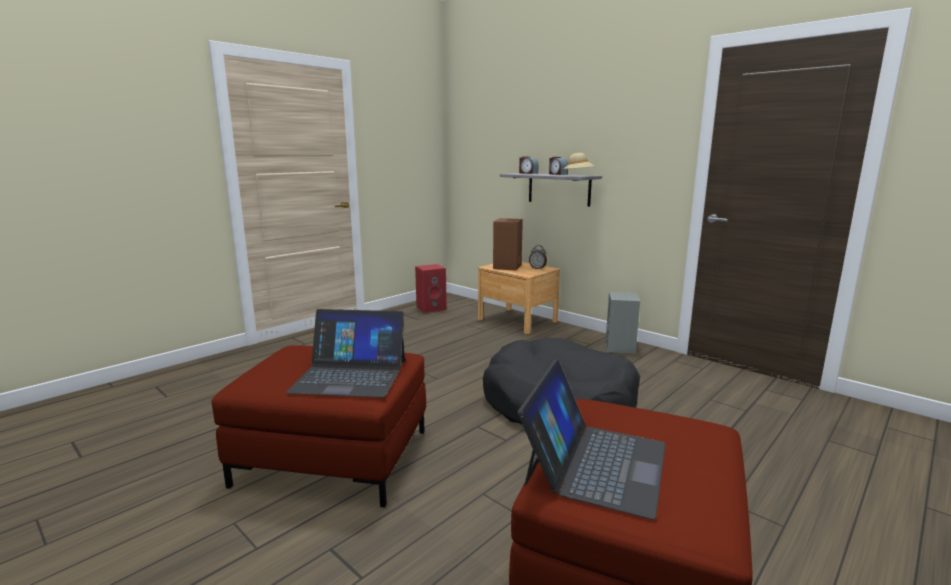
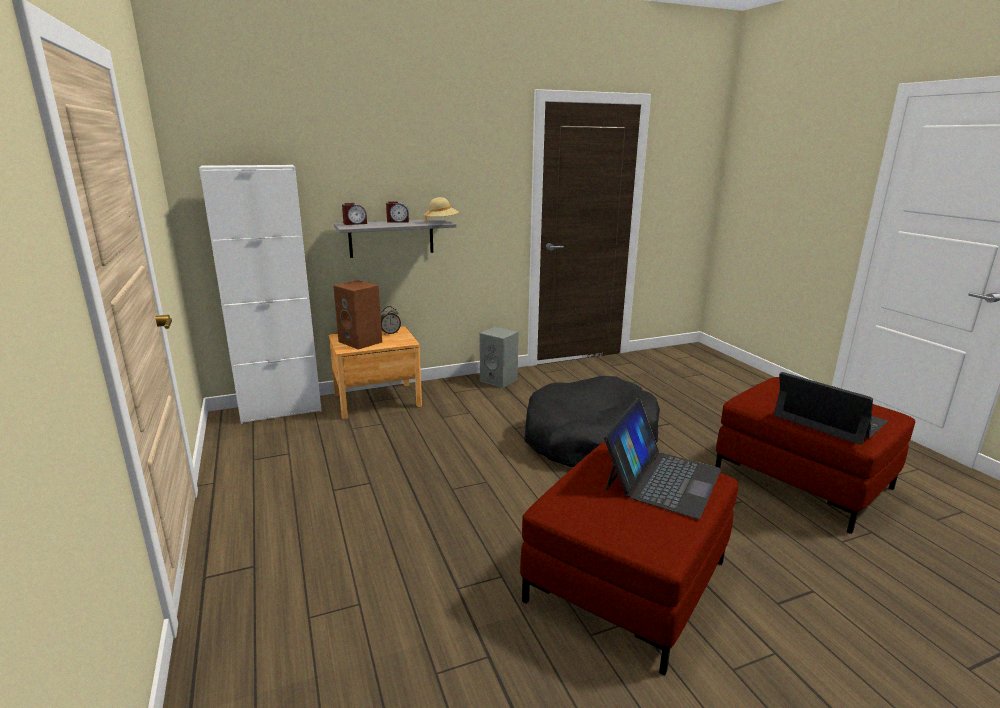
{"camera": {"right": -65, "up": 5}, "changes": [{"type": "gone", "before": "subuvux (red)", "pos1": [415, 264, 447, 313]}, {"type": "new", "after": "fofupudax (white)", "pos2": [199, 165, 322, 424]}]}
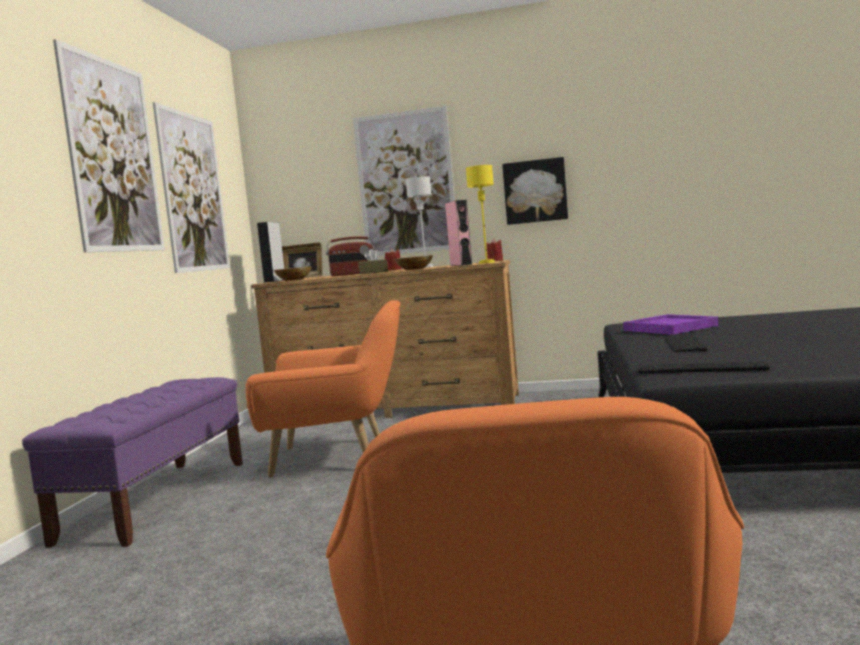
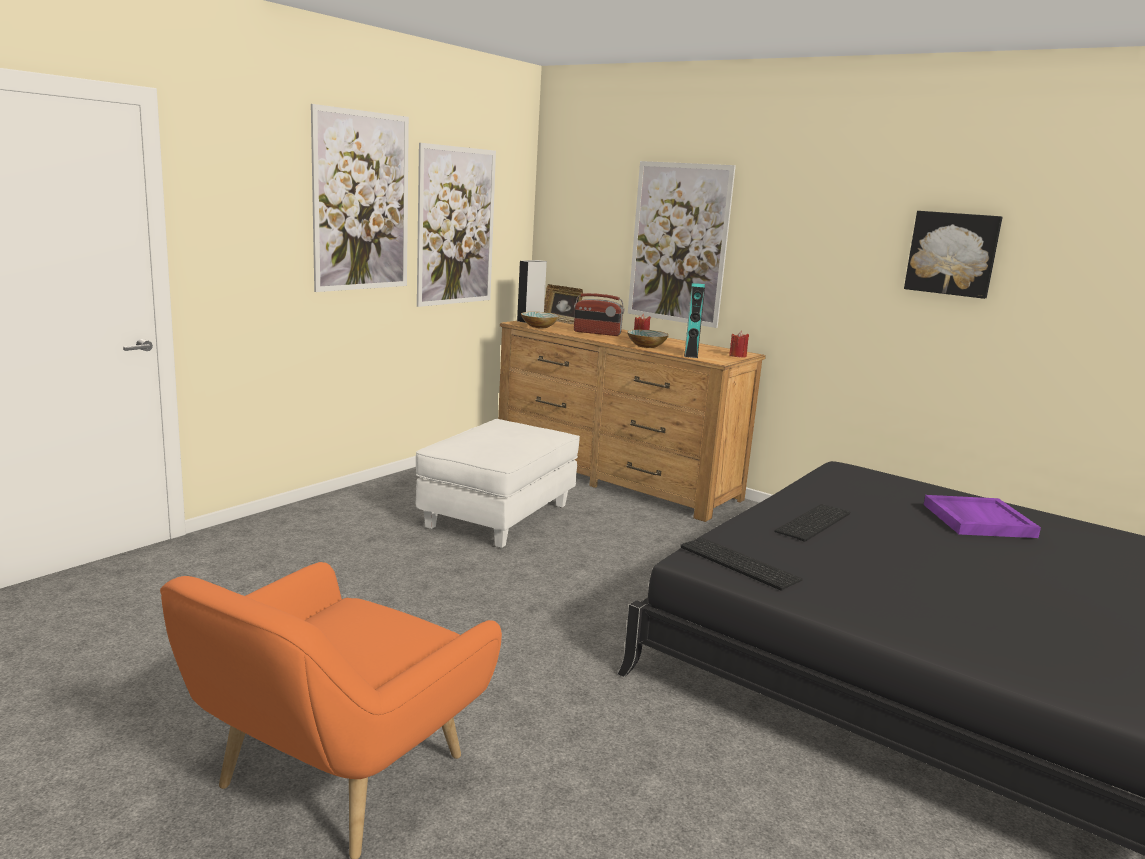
{"camera": {"right": 25, "up": 10}, "changes": [{"type": "gone", "before": "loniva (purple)", "pos1": [22, 377, 243, 548]}, {"type": "swapped", "before": "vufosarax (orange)", "after": "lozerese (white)", "pos1": [246, 300, 400, 477], "pos2": [416, 419, 580, 548]}, {"type": "gone", "before": "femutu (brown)", "pos1": [358, 249, 388, 275]}, {"type": "gone", "before": "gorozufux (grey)", "pos1": [406, 176, 434, 268]}, {"type": "repainted", "before": "subuvux (pink)", "after": "subuvux (turquoise)", "pos1": [445, 200, 473, 266], "pos2": [684, 283, 705, 358]}, {"type": "gone", "before": "gorozufux (yellow)", "pos1": [466, 165, 495, 264]}, {"type": "shifted", "before": "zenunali", "pos1": [502, 157, 568, 225], "pos2": [904, 211, 1003, 299]}, {"type": "shifted", "before": "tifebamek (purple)", "pos1": [623, 314, 718, 335], "pos2": [924, 495, 1041, 538]}]}
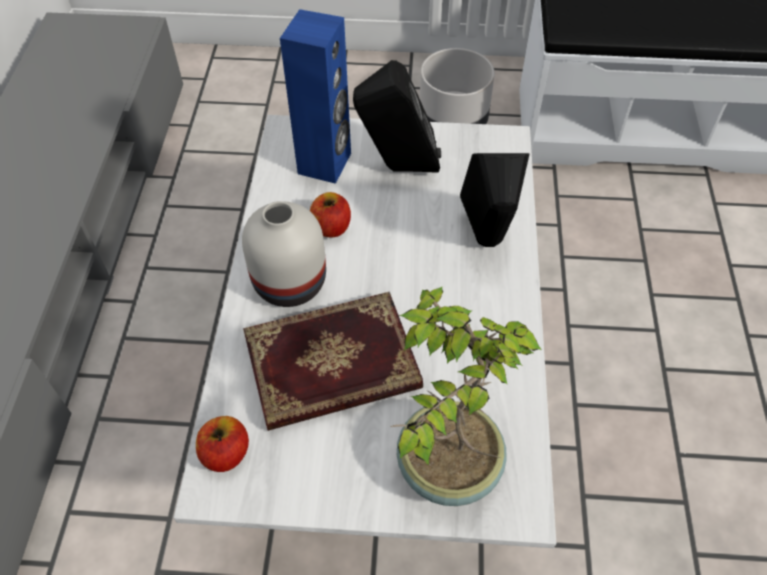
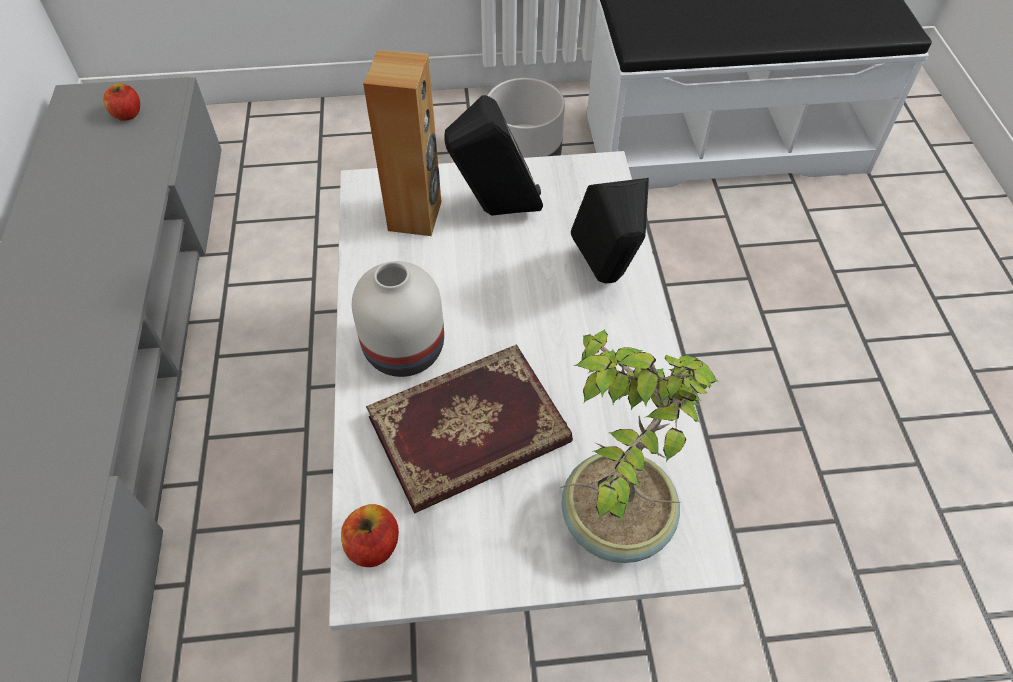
{"camera": {"right": -10, "up": 0}, "changes": [{"type": "repainted", "before": "subuvux (blue)", "after": "subuvux (brown)", "pos1": [280, 9, 351, 184], "pos2": [363, 50, 442, 236]}, {"type": "shifted", "before": "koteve", "pos1": [310, 192, 351, 238], "pos2": [103, 84, 140, 121]}]}
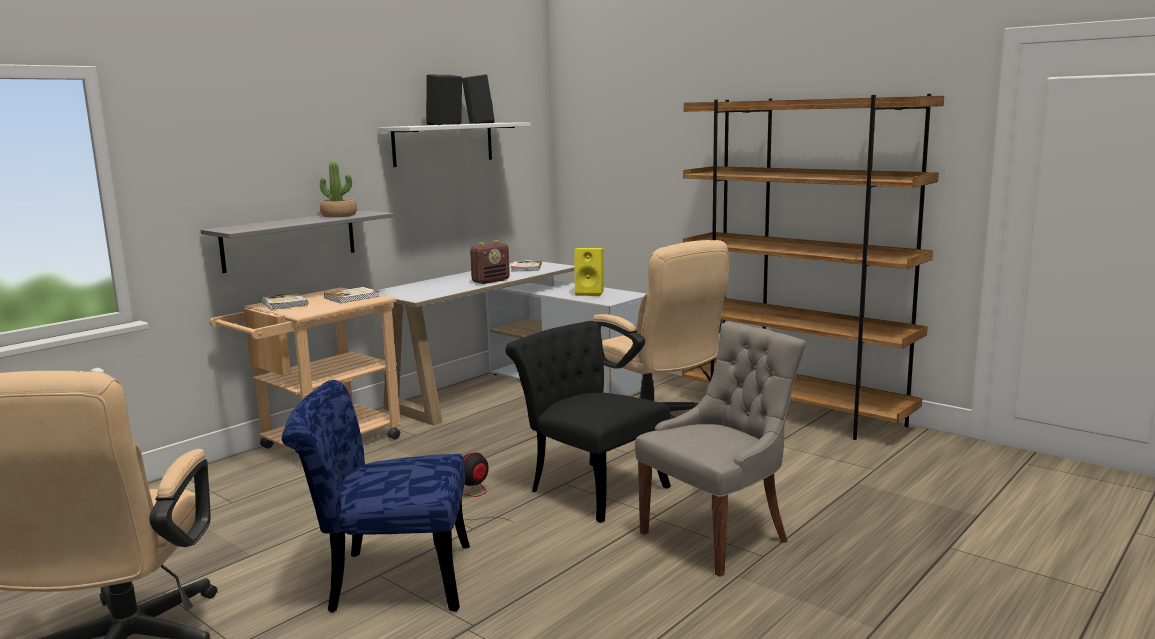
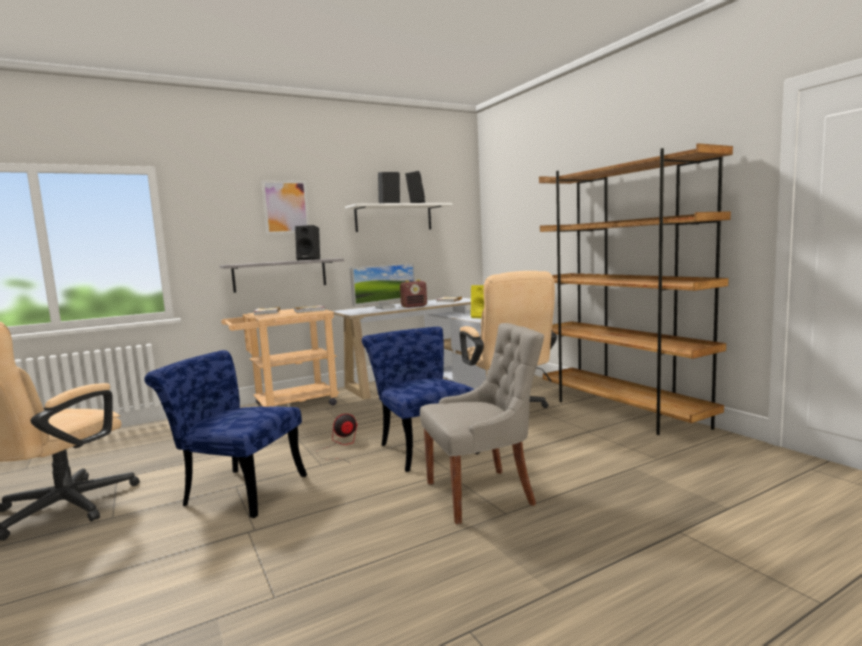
{"camera": {"right": 20, "up": -5}, "changes": [{"type": "swapped", "before": "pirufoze", "after": "subuvux (black)", "pos1": [320, 162, 357, 217], "pos2": [295, 225, 320, 261]}, {"type": "repainted", "before": "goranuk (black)", "after": "goranuk (blue)", "pos1": [505, 321, 671, 523], "pos2": [362, 327, 480, 472]}, {"type": "new", "after": "zenunali", "pos2": [262, 180, 309, 234]}, {"type": "new", "after": "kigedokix", "pos2": [349, 263, 415, 309]}]}
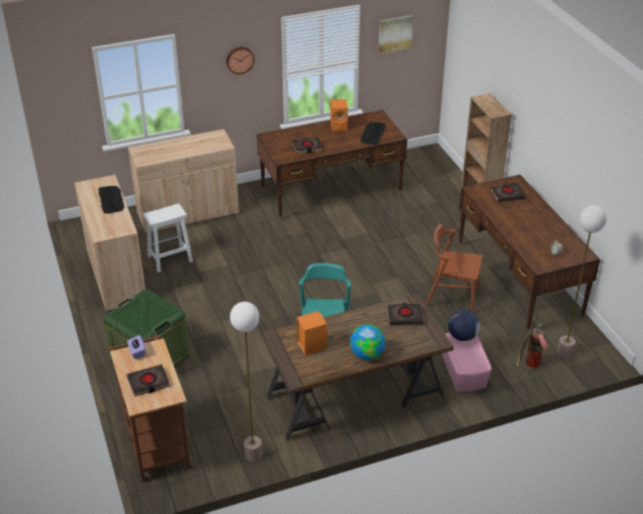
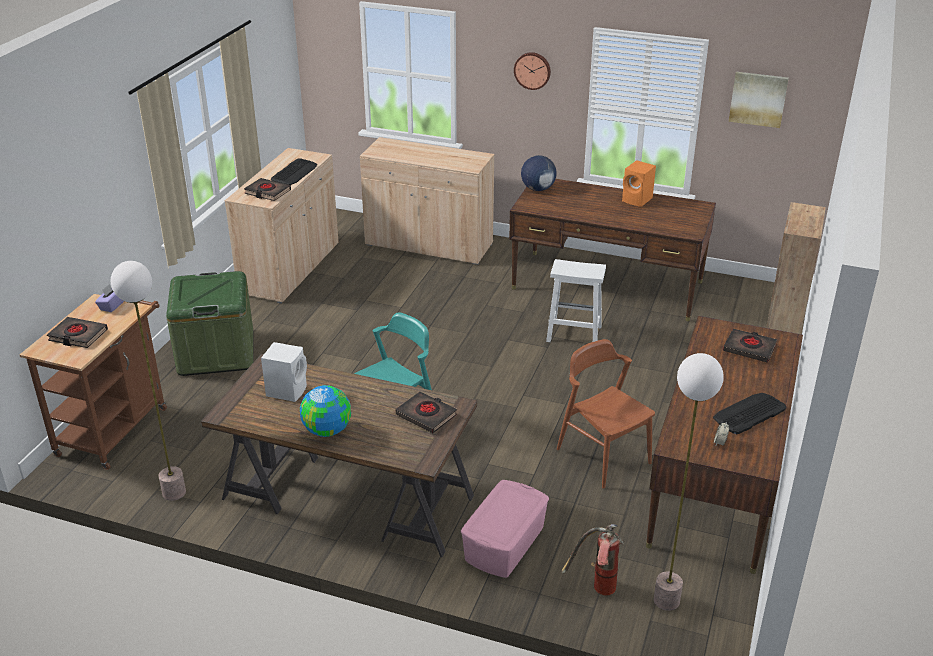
{"camera": {"right": 40, "up": -5}, "changes": [{"type": "shifted", "before": "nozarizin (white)", "pos1": [143, 203, 193, 272], "pos2": [546, 259, 606, 342]}, {"type": "shifted", "before": "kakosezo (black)", "pos1": [292, 137, 323, 154], "pos2": [244, 178, 291, 201]}, {"type": "repainted", "before": "subuvux (orange)", "after": "subuvux (white)", "pos1": [297, 311, 328, 355], "pos2": [261, 342, 307, 402]}, {"type": "shifted", "before": "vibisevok", "pos1": [361, 122, 386, 145], "pos2": [713, 393, 787, 434]}, {"type": "shifted", "before": "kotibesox", "pos1": [448, 310, 480, 341], "pos2": [521, 155, 556, 191]}]}
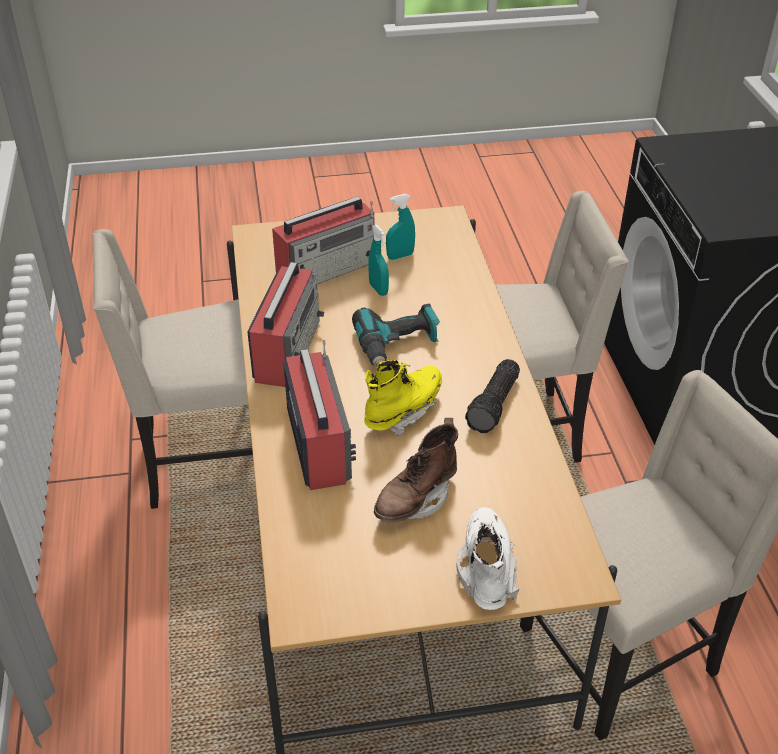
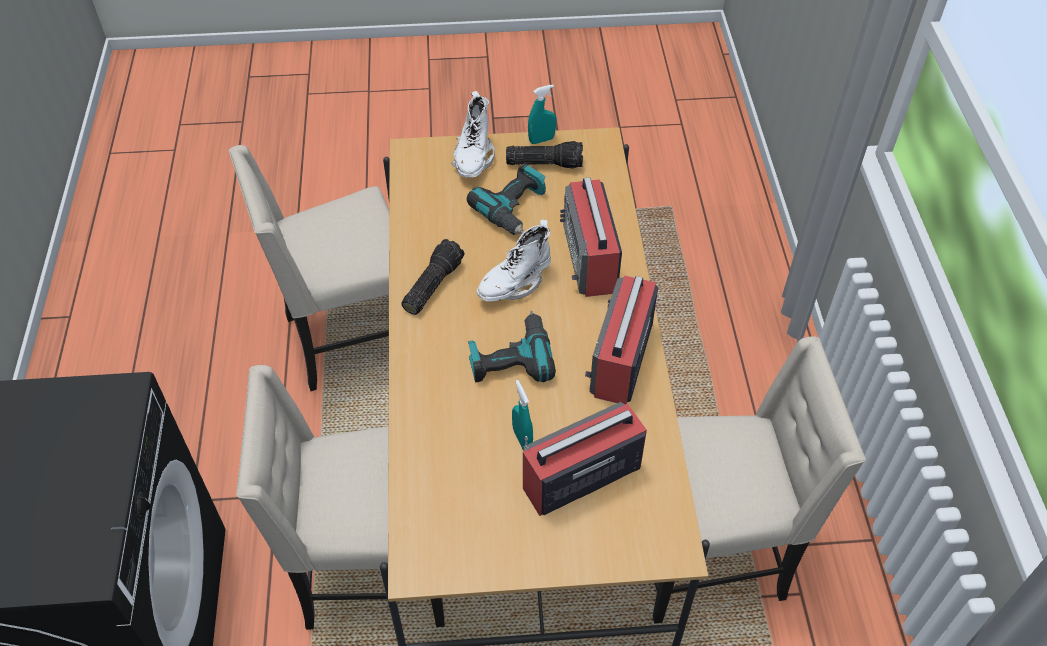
{"camera": {"right": -175, "up": 10}, "changes": [{"type": "repainted", "before": "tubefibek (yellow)", "after": "tubefibek (white)", "pos1": [364, 360, 442, 437], "pos2": [477, 220, 551, 301]}, {"type": "swapped", "before": "tubefibek (brown)", "after": "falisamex", "pos1": [374, 418, 458, 523], "pos2": [467, 163, 546, 235]}, {"type": "shifted", "before": "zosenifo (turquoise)", "pos1": [386, 194, 415, 260], "pos2": [528, 85, 556, 144]}, {"type": "new", "after": "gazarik", "pos2": [506, 141, 583, 169]}]}
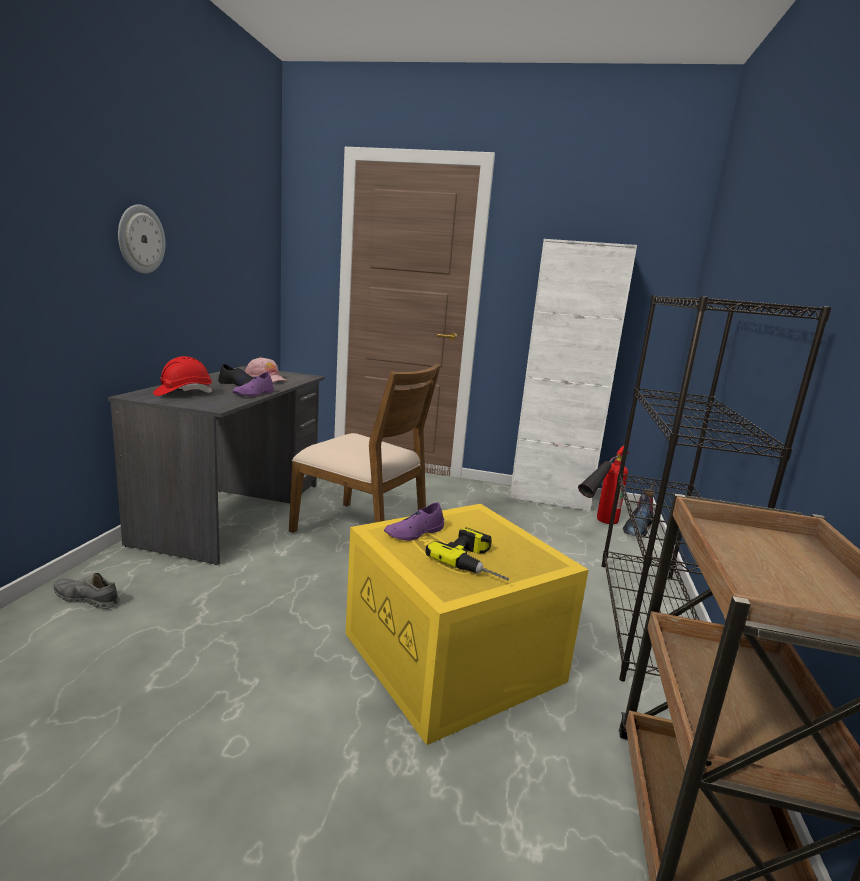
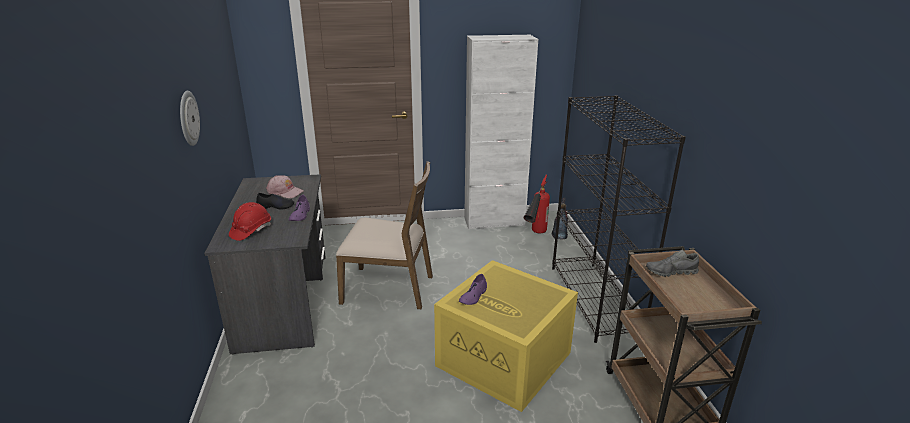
{"camera": {"right": -20, "up": 10}, "changes": [{"type": "shifted", "before": "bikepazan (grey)", "pos1": [54, 573, 120, 609], "pos2": [646, 250, 699, 277]}, {"type": "gone", "before": "falisamex", "pos1": [425, 528, 509, 580]}]}
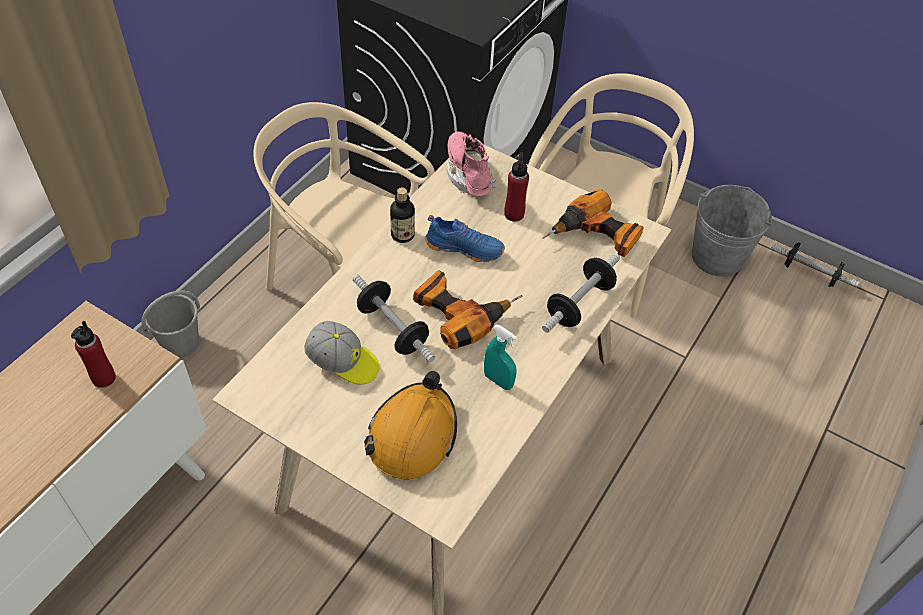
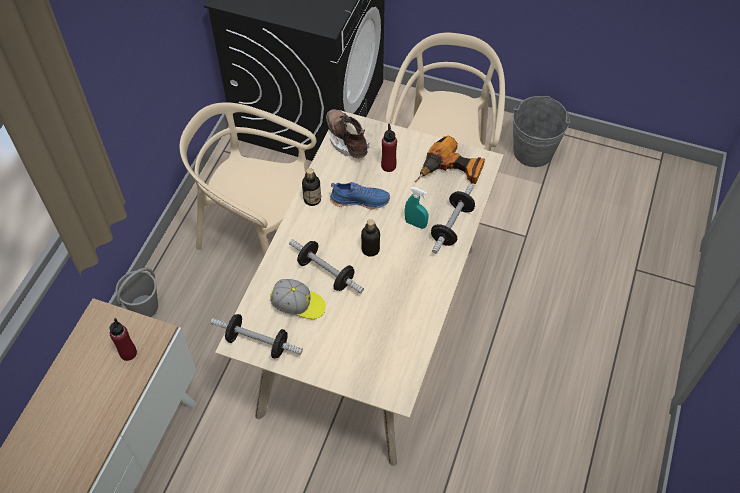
{"camera": {"right": -10, "up": 5}, "changes": [{"type": "gone", "before": "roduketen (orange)", "pos1": [364, 371, 457, 480]}, {"type": "swapped", "before": "falisamex", "after": "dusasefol", "pos1": [413, 270, 522, 349], "pos2": [361, 219, 380, 257]}, {"type": "repainted", "before": "tubefibek (pink)", "after": "tubefibek (brown)", "pos1": [447, 132, 496, 196], "pos2": [326, 109, 369, 158]}, {"type": "shifted", "before": "zosenifo (turquoise)", "pos1": [484, 324, 517, 390], "pos2": [405, 187, 429, 229]}, {"type": "shifted", "before": "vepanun", "pos1": [771, 243, 859, 287], "pos2": [211, 314, 303, 358]}]}
